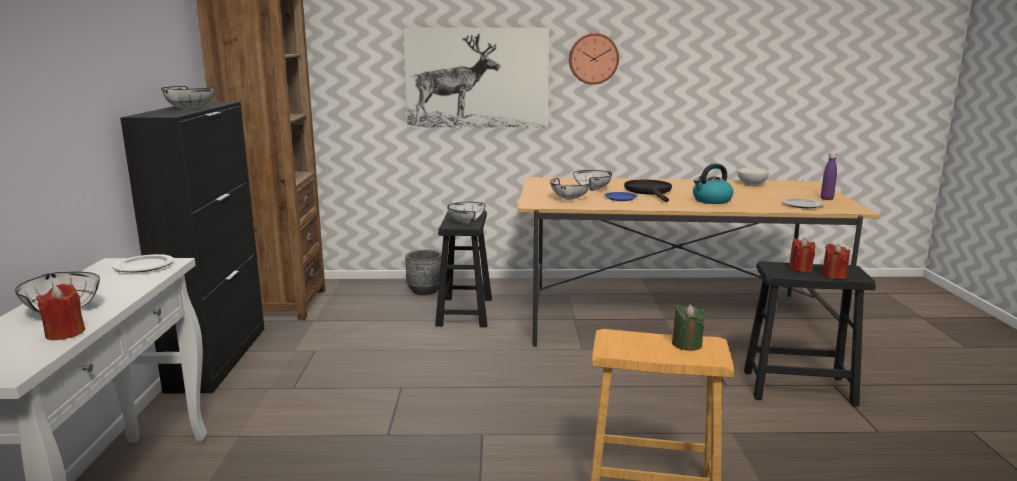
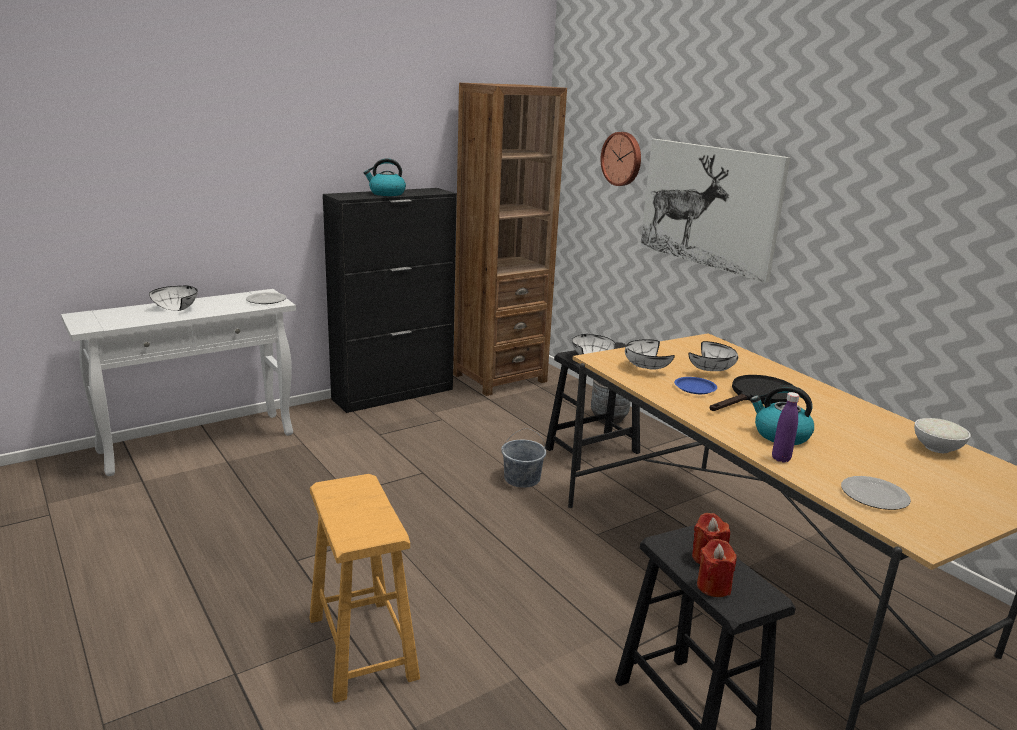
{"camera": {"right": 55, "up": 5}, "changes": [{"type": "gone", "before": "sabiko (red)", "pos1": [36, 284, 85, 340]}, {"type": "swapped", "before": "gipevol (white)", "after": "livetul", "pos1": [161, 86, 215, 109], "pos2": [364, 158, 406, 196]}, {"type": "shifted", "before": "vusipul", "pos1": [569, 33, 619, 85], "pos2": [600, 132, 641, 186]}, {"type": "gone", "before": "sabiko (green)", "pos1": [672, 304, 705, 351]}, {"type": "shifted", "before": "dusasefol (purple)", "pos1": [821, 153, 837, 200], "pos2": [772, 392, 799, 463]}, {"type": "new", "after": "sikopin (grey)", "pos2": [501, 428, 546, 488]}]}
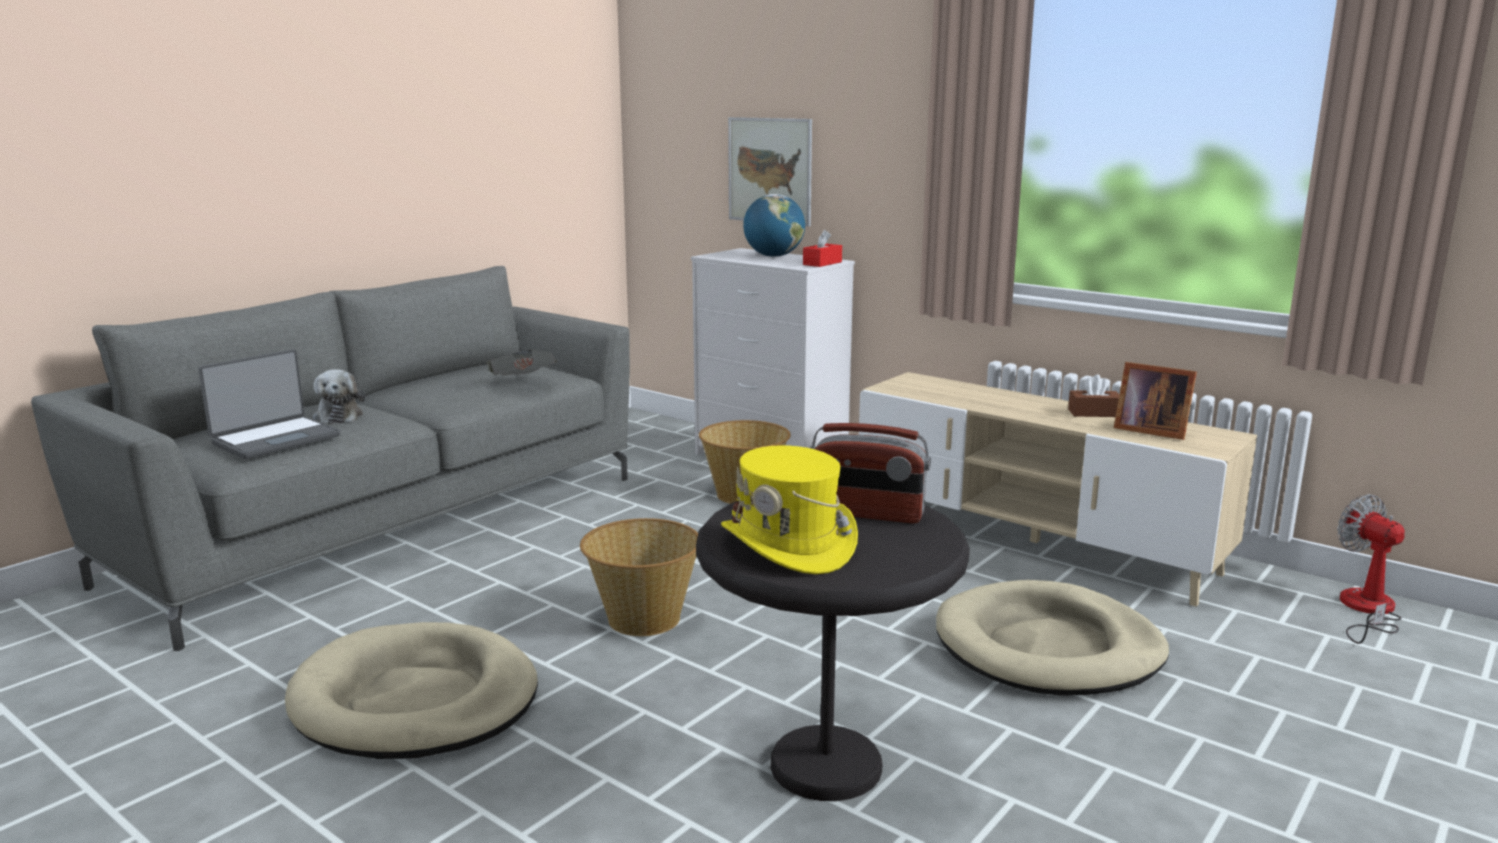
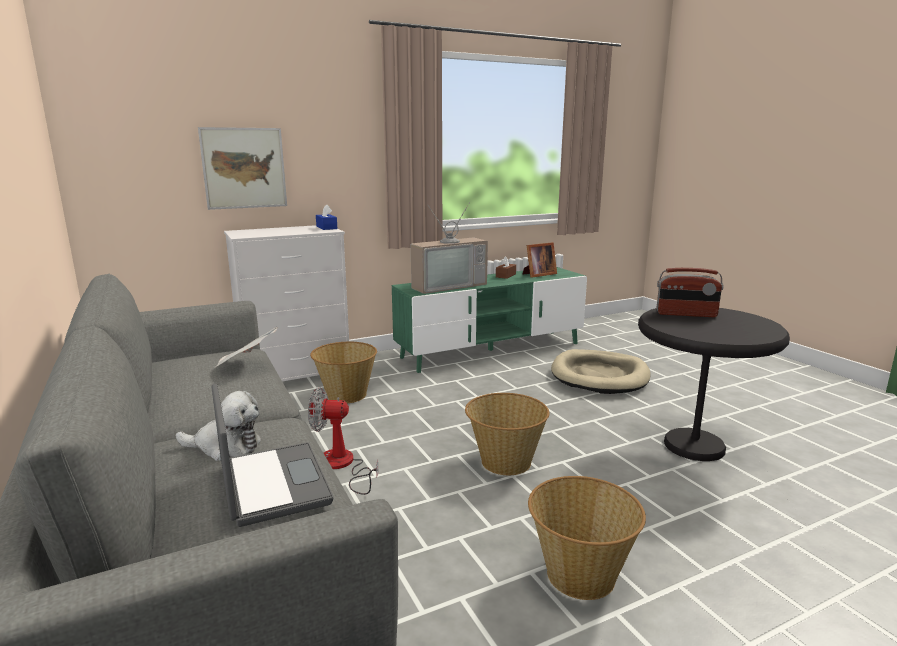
{"camera": {"right": -65, "up": 0}, "changes": [{"type": "swapped", "before": "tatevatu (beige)", "after": "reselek", "pos1": [285, 622, 538, 759], "pos2": [528, 476, 646, 600]}, {"type": "gone", "before": "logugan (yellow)", "pos1": [721, 445, 858, 574]}, {"type": "gone", "before": "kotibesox", "pos1": [743, 194, 805, 257]}, {"type": "repainted", "before": "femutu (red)", "after": "femutu (blue)", "pos1": [803, 230, 842, 267], "pos2": [316, 204, 337, 230]}, {"type": "rotated", "before": "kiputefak", "pos1": [810, 423, 931, 523], "pos2": [657, 268, 724, 317], "turn": 60}, {"type": "repainted", "before": "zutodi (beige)", "after": "zutodi (green)", "pos1": [859, 372, 1257, 607], "pos2": [392, 267, 587, 373]}, {"type": "shifted", "before": "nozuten", "pos1": [1337, 494, 1405, 644], "pos2": [308, 387, 379, 495]}, {"type": "new", "after": "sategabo", "pos2": [411, 202, 488, 294]}]}
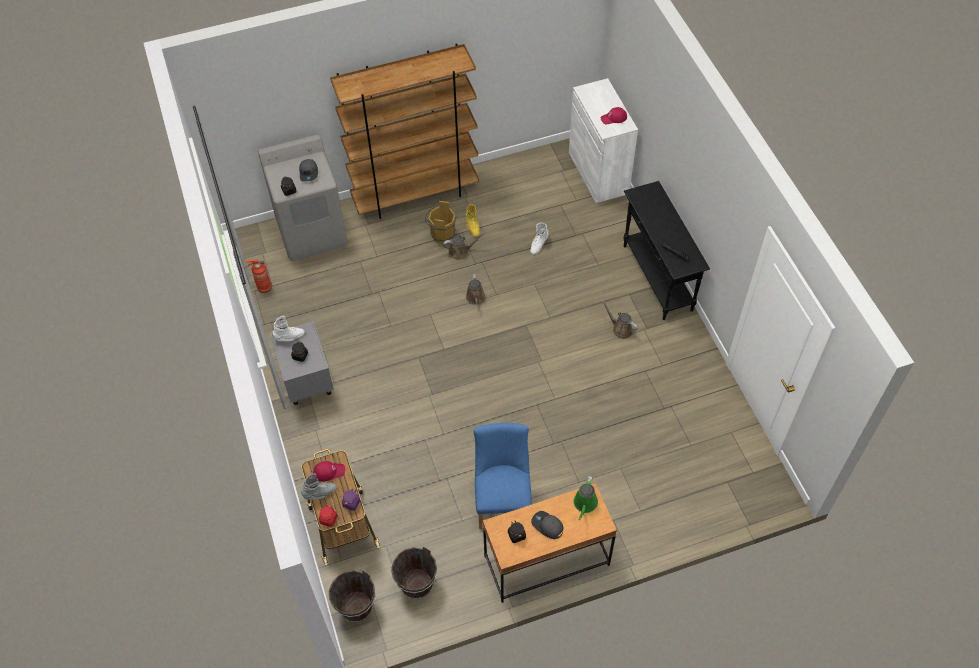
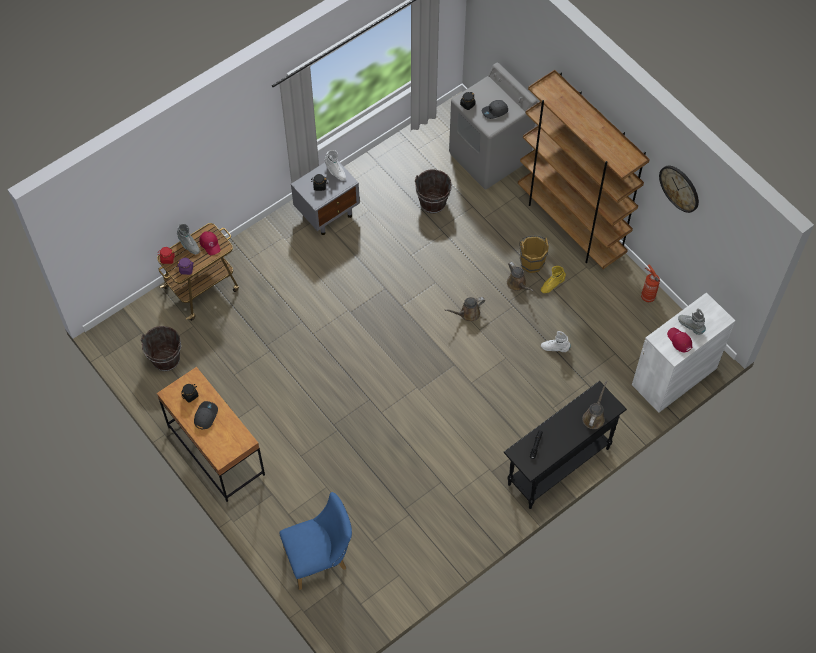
{"camera": {"right": 70, "up": 5}, "changes": [{"type": "shifted", "before": "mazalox", "pos1": [244, 259, 272, 293], "pos2": [641, 264, 660, 302]}, {"type": "shifted", "before": "sikopin (brown)", "pos1": [329, 570, 375, 622], "pos2": [415, 169, 452, 214]}, {"type": "shifted", "before": "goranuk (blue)", "pos1": [473, 423, 532, 529], "pos2": [279, 492, 352, 590]}, {"type": "gone", "before": "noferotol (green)", "pos1": [573, 476, 598, 520]}, {"type": "shifted", "before": "noferotol (brown)", "pos1": [601, 300, 638, 339], "pos2": [582, 381, 607, 429]}, {"type": "new", "after": "vusipul", "pos2": [659, 166, 699, 213]}, {"type": "new", "after": "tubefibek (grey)", "pos2": [678, 308, 706, 335]}]}
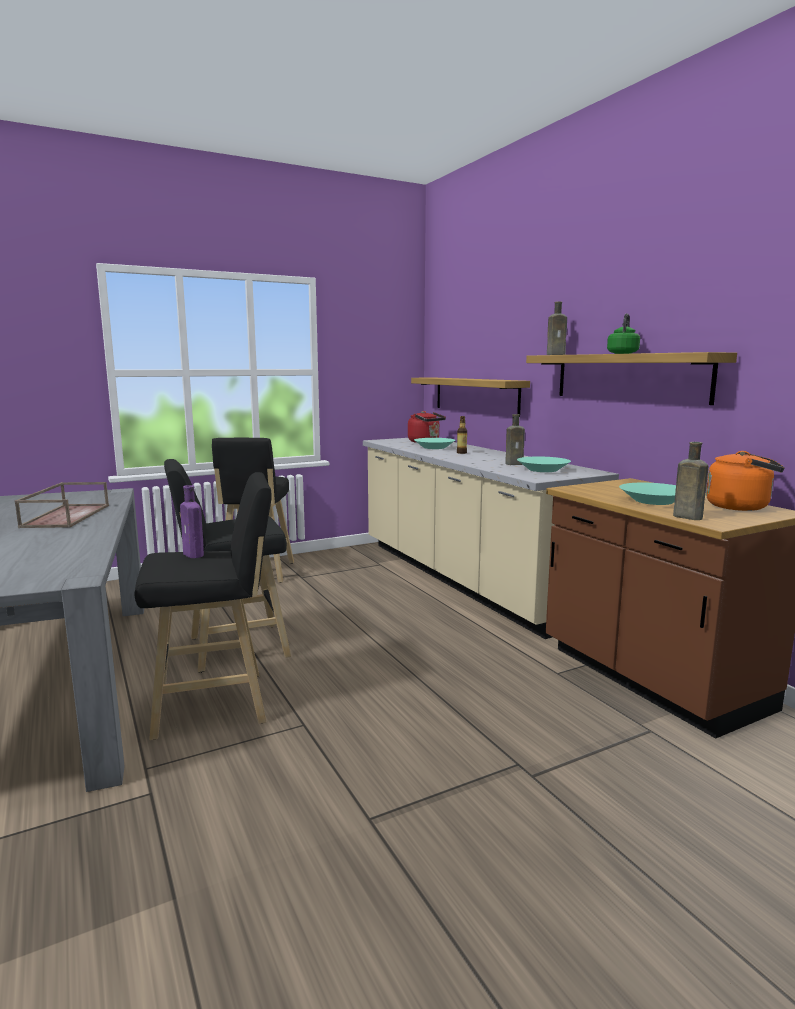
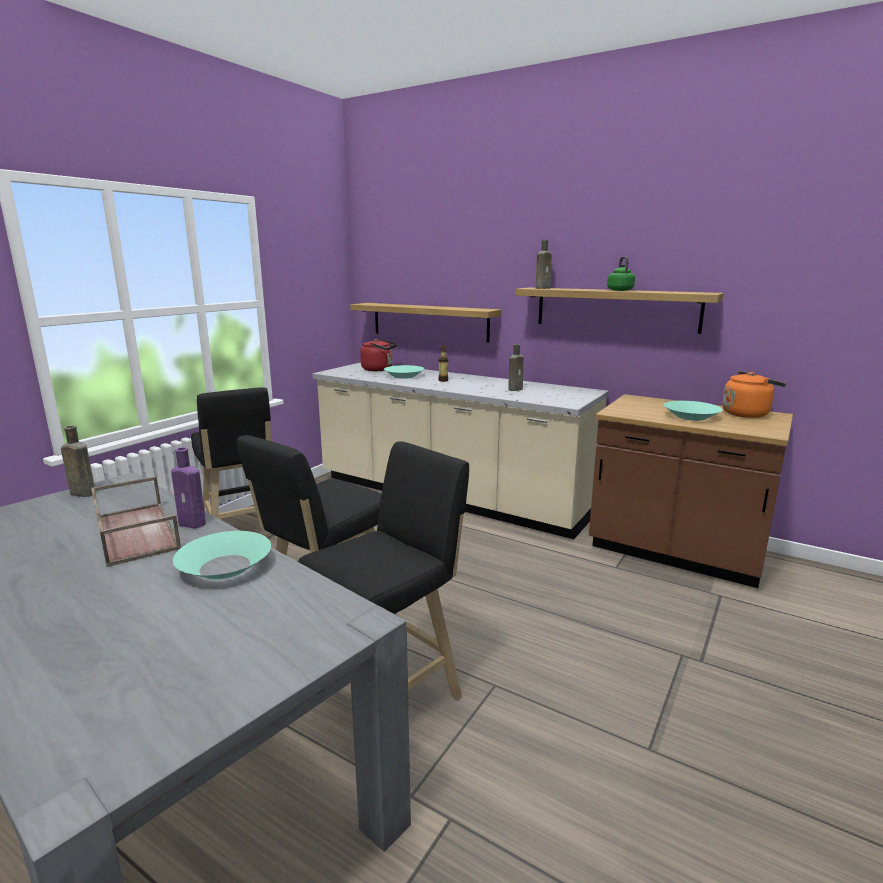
{"camera": {"right": -30, "up": 5}, "changes": [{"type": "shifted", "before": "dusasefol (purple)", "pos1": [180, 485, 204, 558], "pos2": [171, 447, 206, 528]}, {"type": "shifted", "before": "gipevol (turquoise)", "pos1": [517, 457, 571, 472], "pos2": [173, 531, 271, 579]}, {"type": "shifted", "before": "dusasefol (brown)", "pos1": [673, 442, 709, 520], "pos2": [61, 426, 96, 497]}]}
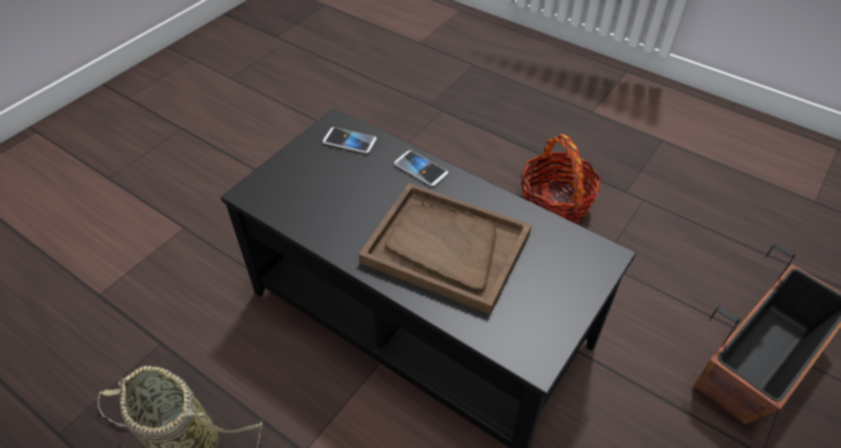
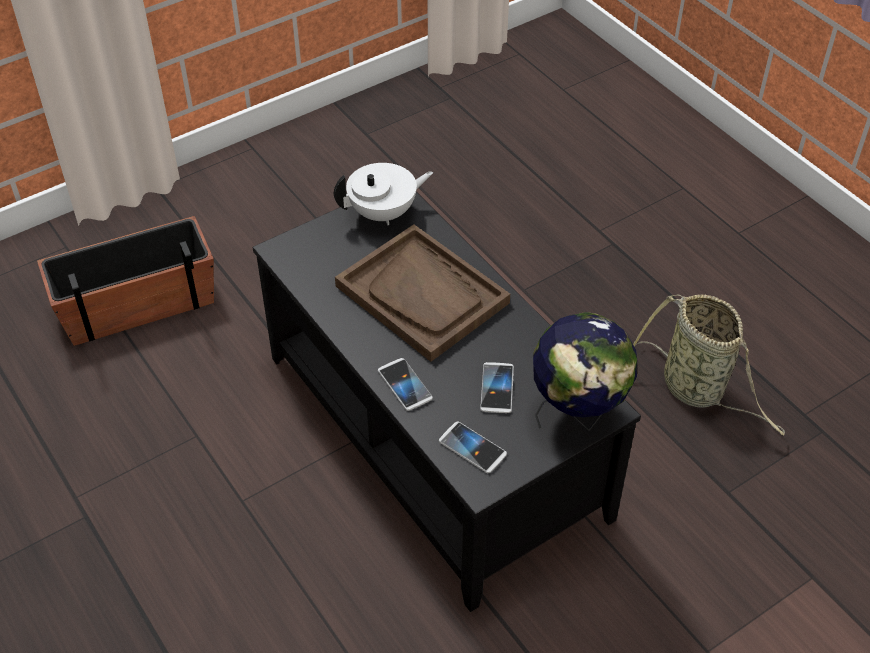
{"camera": {"right": -160, "up": 0}, "changes": [{"type": "gone", "before": "reselek", "pos1": [521, 134, 602, 224]}, {"type": "new", "after": "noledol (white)", "pos2": [334, 163, 433, 225]}, {"type": "new", "after": "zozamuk", "pos2": [480, 362, 514, 413]}, {"type": "new", "after": "kotibesox", "pos2": [533, 312, 637, 431]}]}
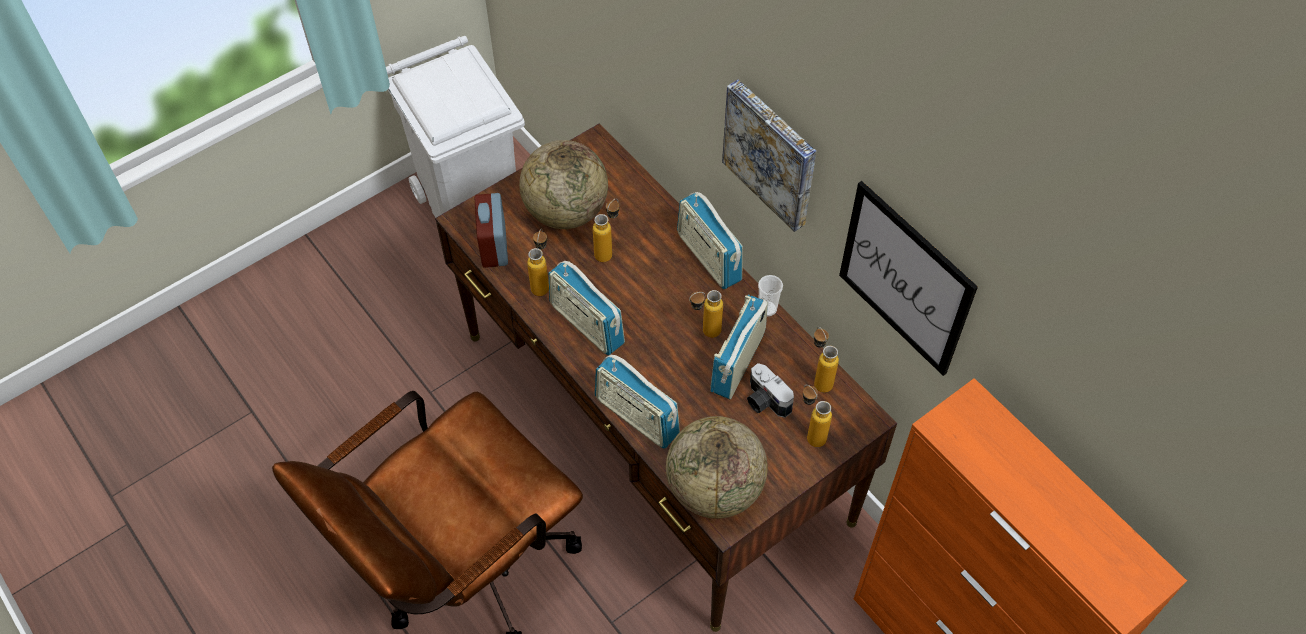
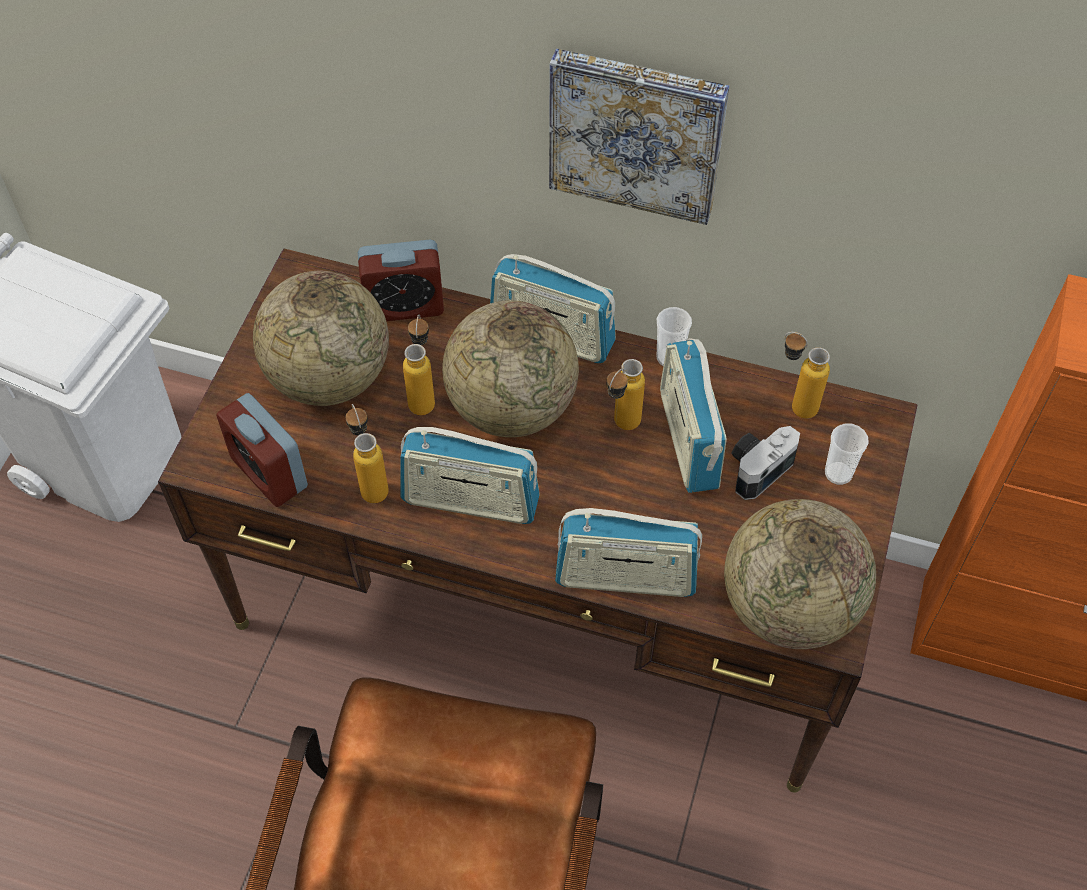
{"camera": {"right": -35, "up": 0}, "changes": [{"type": "rotated", "before": "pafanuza", "pos1": [747, 363, 794, 418], "pos2": [732, 426, 800, 500], "turn": 120}, {"type": "swapped", "before": "dusasefol", "after": "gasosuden", "pos1": [803, 385, 832, 447], "pos2": [825, 423, 869, 485]}, {"type": "gone", "before": "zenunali", "pos1": [839, 181, 978, 376]}, {"type": "new", "after": "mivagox", "pos2": [358, 240, 444, 321]}, {"type": "new", "after": "kotibesox", "pos2": [442, 300, 579, 437]}]}
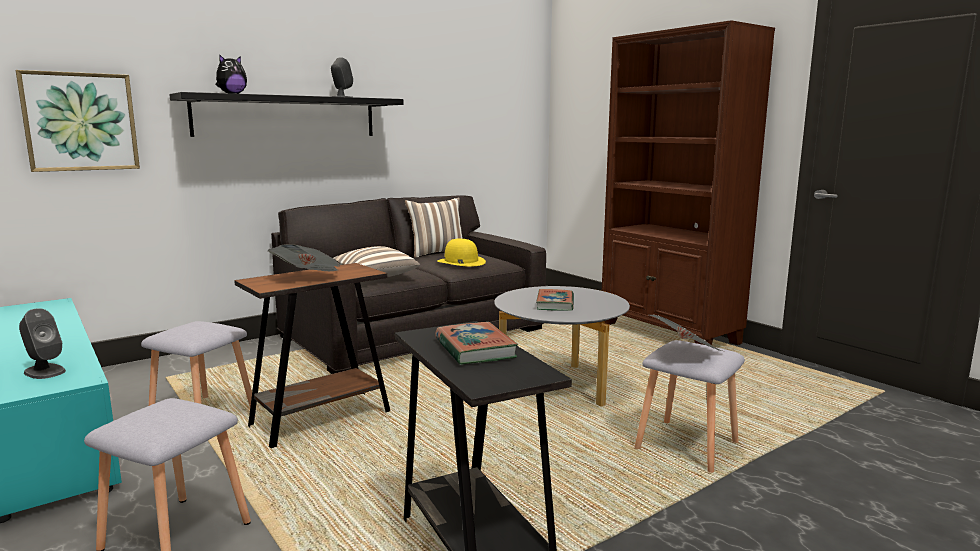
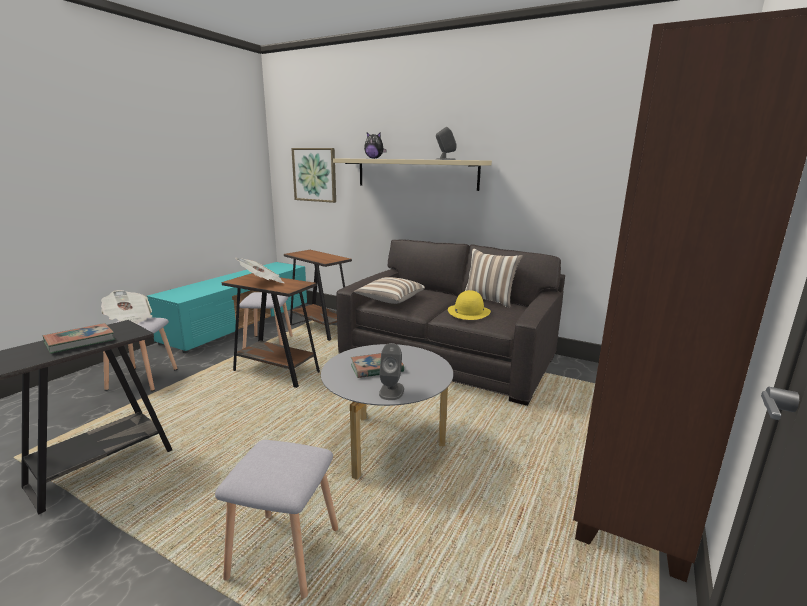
{"camera": {"right": 65, "up": 5}, "changes": [{"type": "shifted", "before": "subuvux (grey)", "pos1": [19, 308, 66, 379], "pos2": [379, 343, 404, 400]}, {"type": "repainted", "before": "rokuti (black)", "after": "rokuti (beige)", "pos1": [169, 92, 404, 137], "pos2": [333, 158, 492, 191]}, {"type": "shifted", "before": "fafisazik", "pos1": [649, 314, 722, 351], "pos2": [101, 290, 152, 324]}, {"type": "new", "after": "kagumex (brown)", "pos2": [284, 250, 352, 341]}]}
